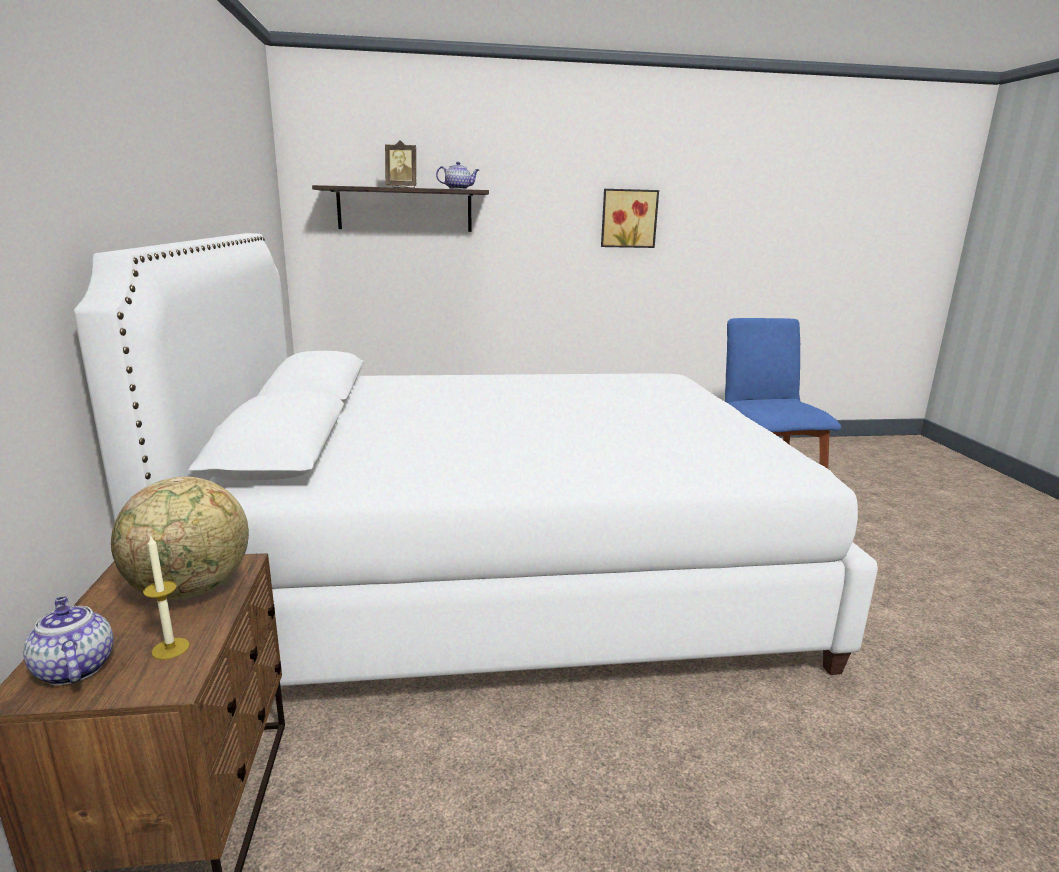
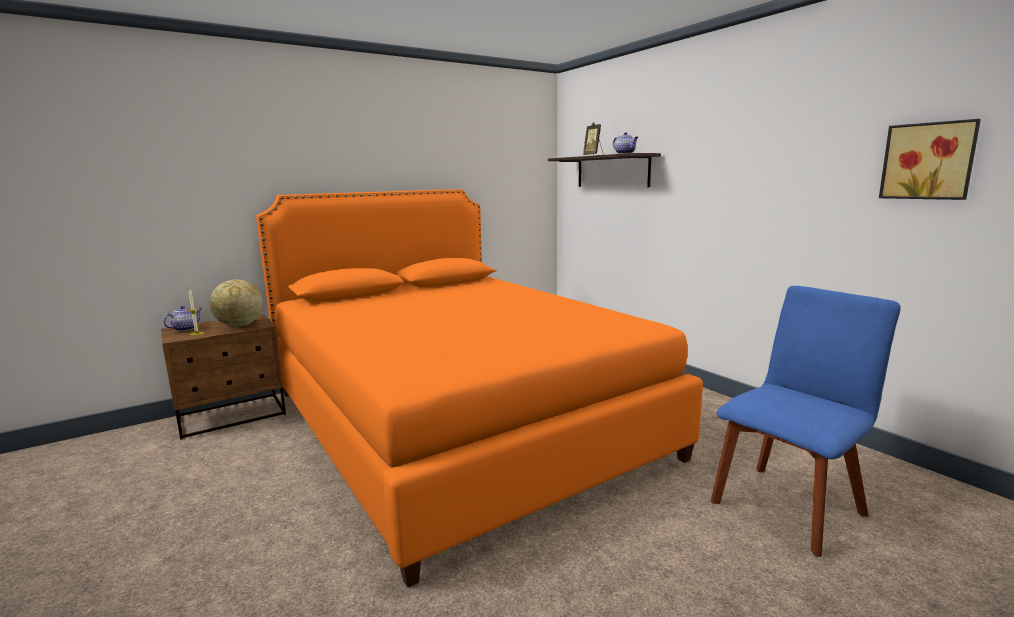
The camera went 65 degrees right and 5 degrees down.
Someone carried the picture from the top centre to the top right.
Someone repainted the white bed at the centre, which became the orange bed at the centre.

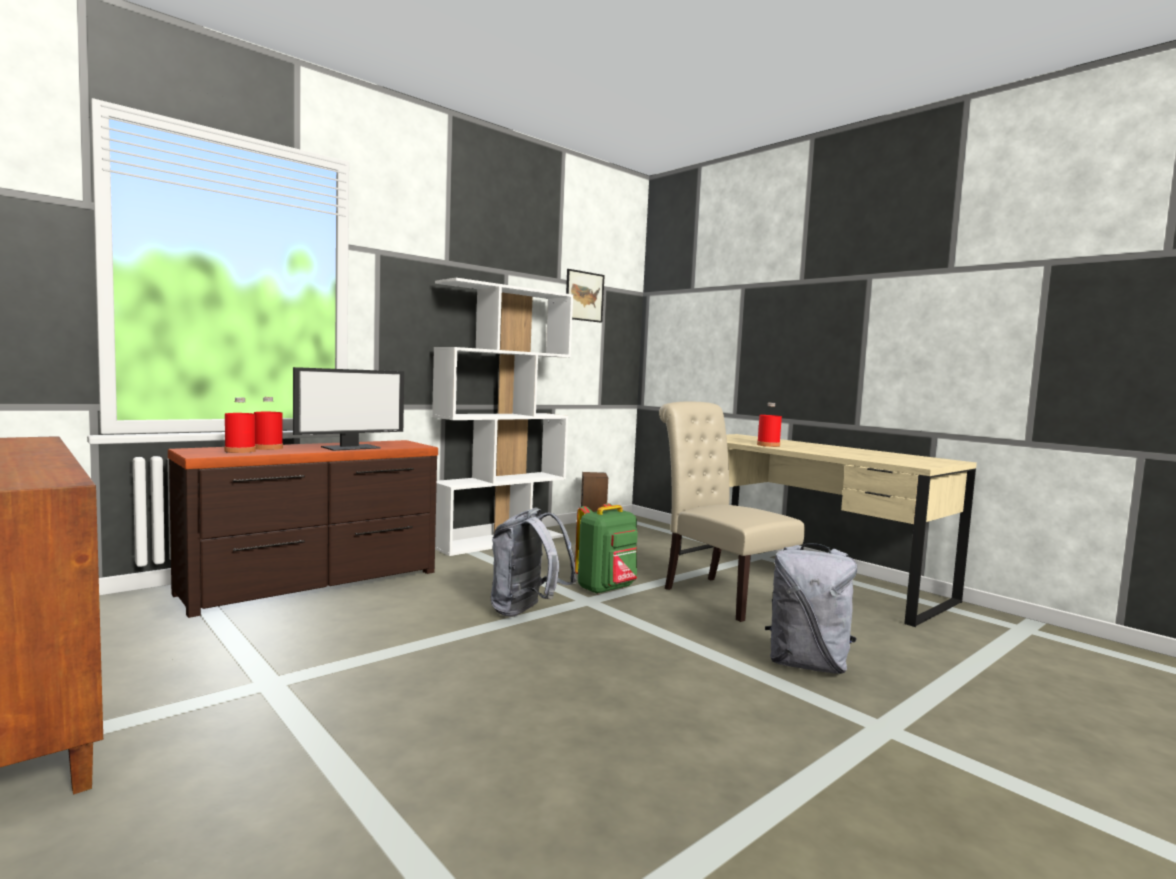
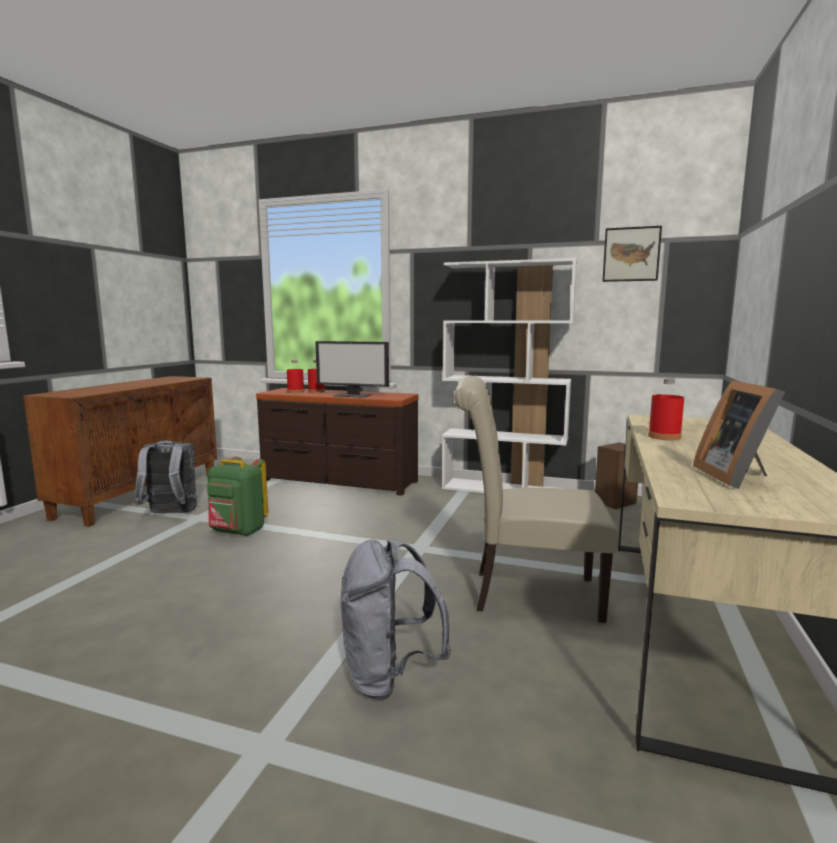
The camera went 60 degrees right and 5 degrees up.
Someone put down the picture frame at the middle right.
Someone carried the grey backpack (no. 1 from left) from the centre to the middle left.
Someone carried the green backpack from the centre to the middle left.
Someone rotated the beige chair at the centre by 105 degrees counterclockwise.

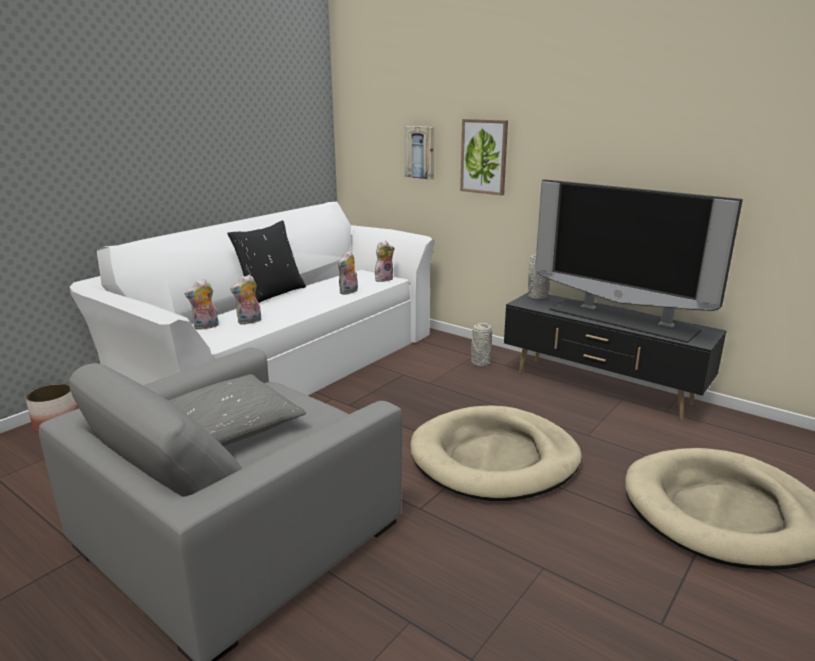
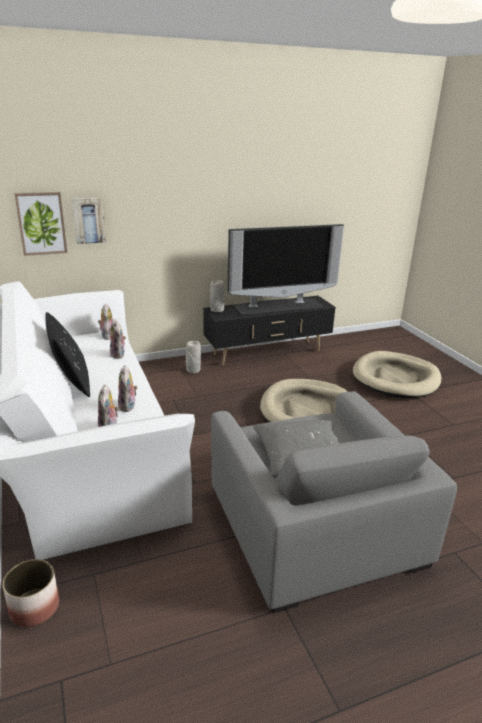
The camera went 60 degrees left and 5 degrees up.
Someone carried the picture (no. 2 from left in the first image) from the top centre to the top left.

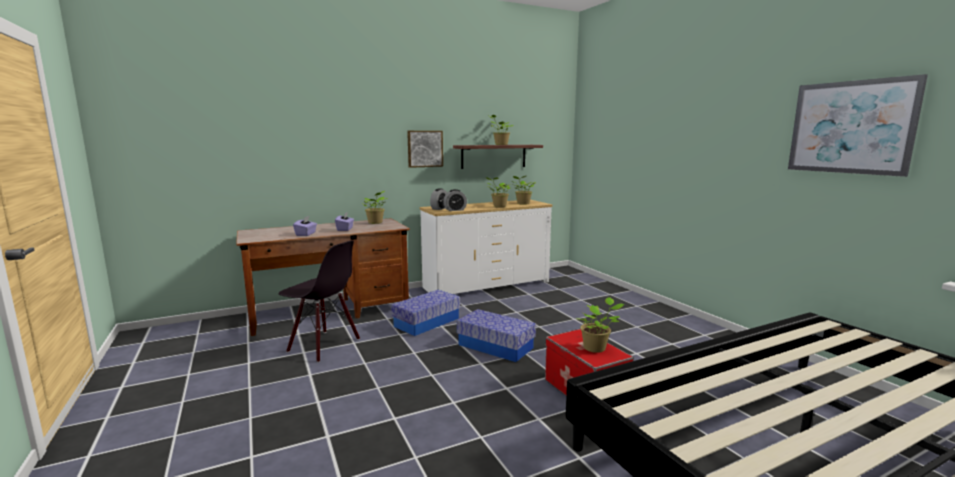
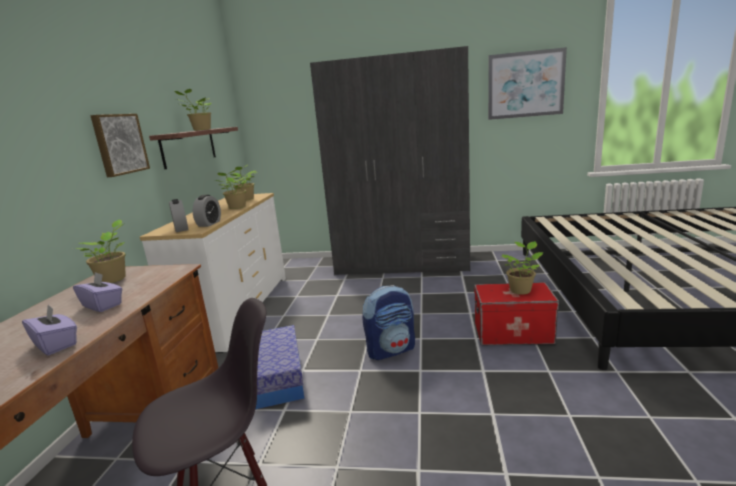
The camera went 55 degrees left and 5 degrees up.
Someone put down the grey wardrobe at the top centre.
Someone swapped the storage box (no. 2 from left) at the bottom centre for the backpack at the centre.

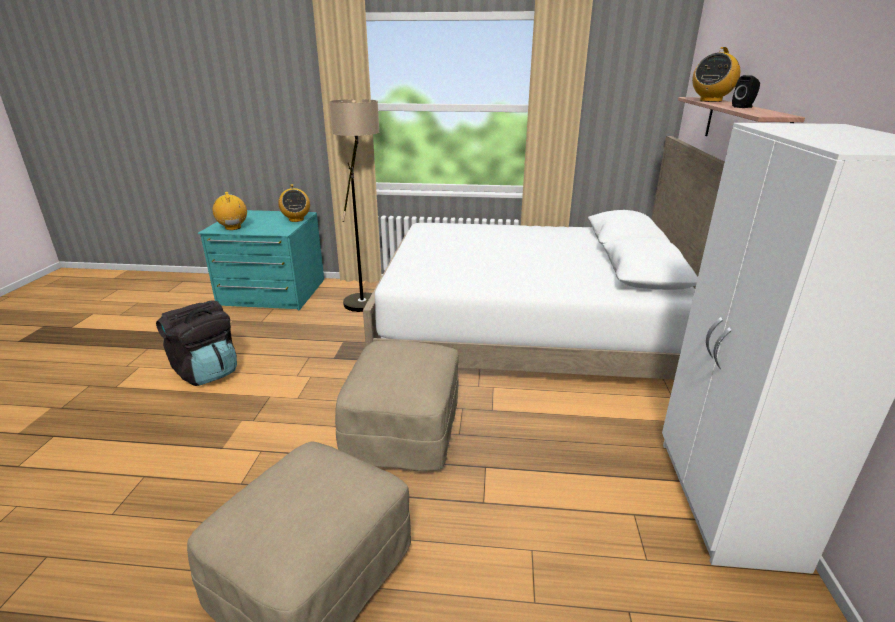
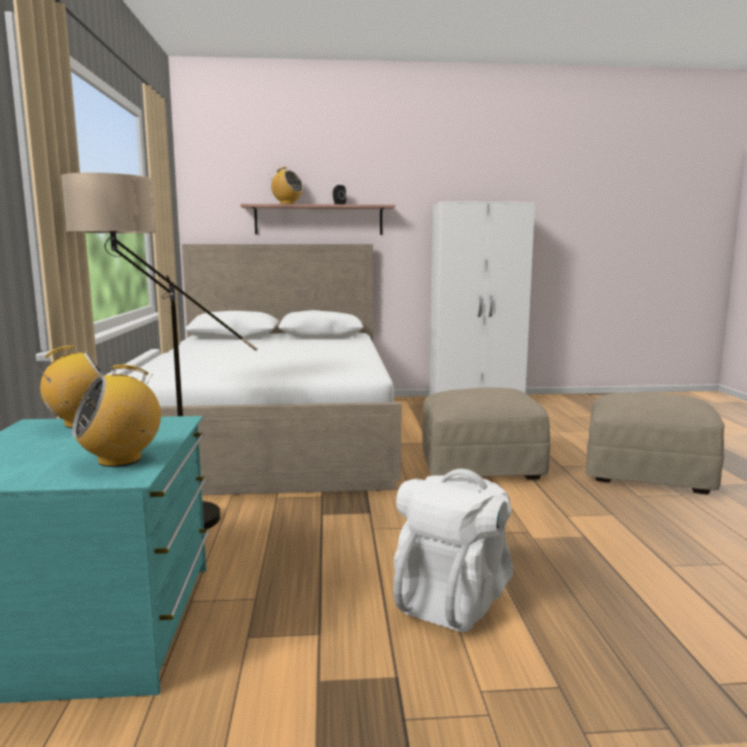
The camera went 100 degrees left and 15 degrees down.
Someone repainted the black backpack at the middle left, which became the white backpack at the bottom centre.

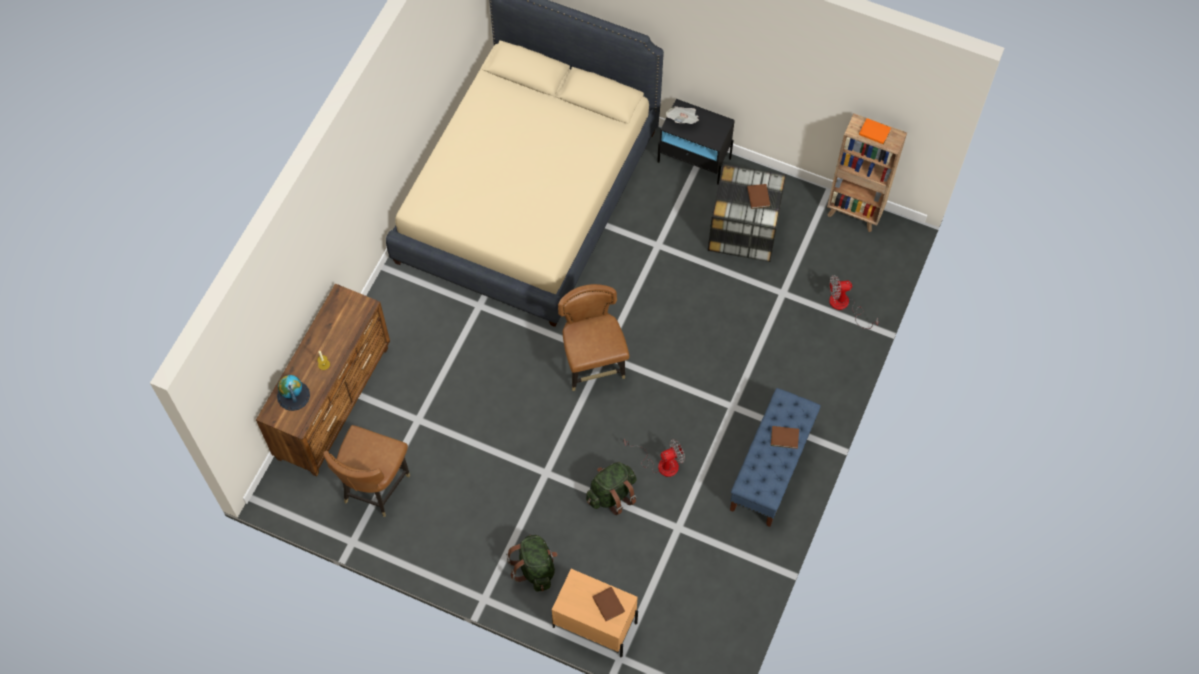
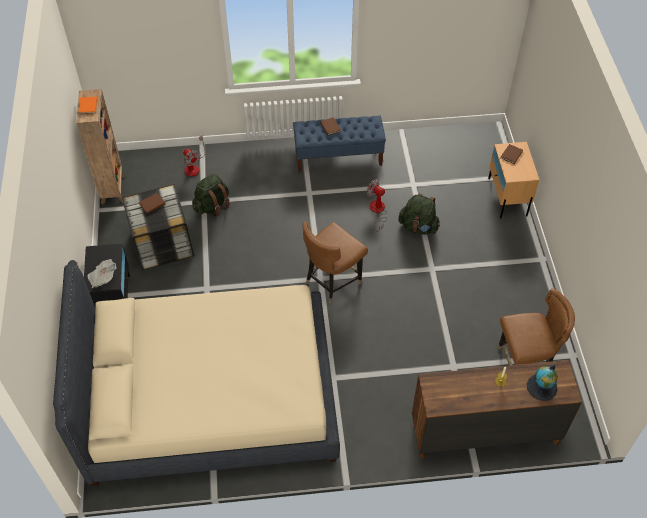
The camera went 120 degrees left and 10 degrees down.
Someone carried the green backpack (no. 1 from left) from the bottom centre to the middle left.

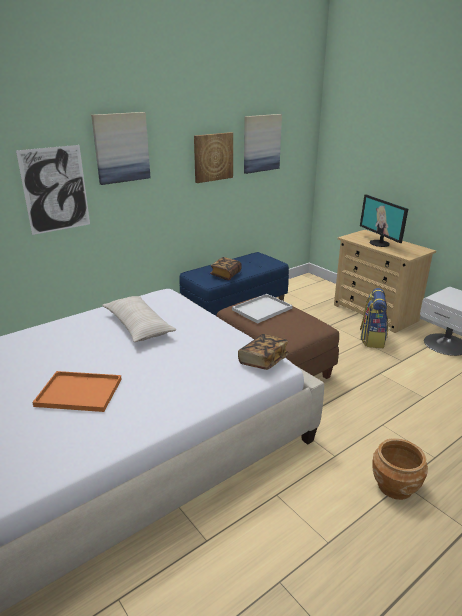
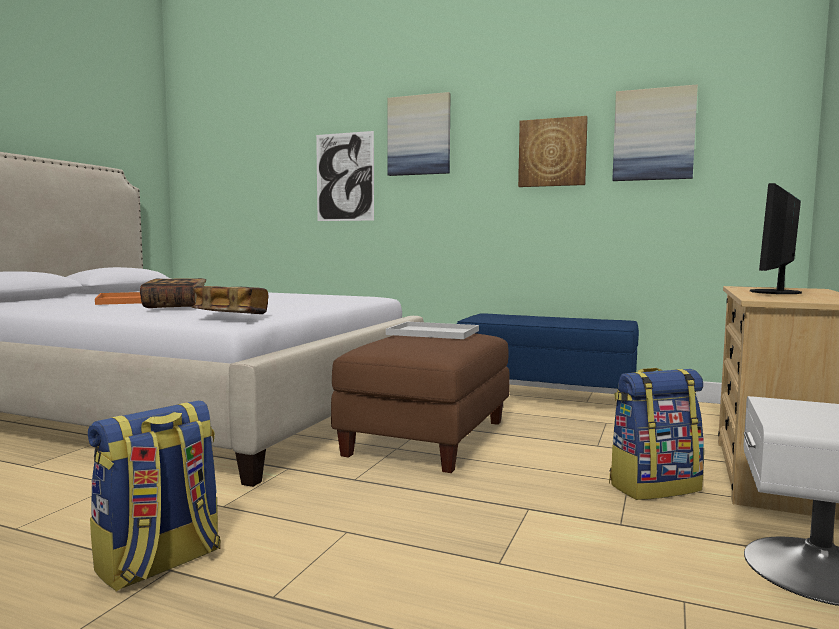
The camera went 60 degrees right and 20 degrees down.
Someone took away the beige pillow at the middle left.
Someone carried the book (no. 1 from left) from the centre to the middle left.
Someone swapped the brown planter at the bottom right for the backpack (no. 1 from left) at the bottom left.

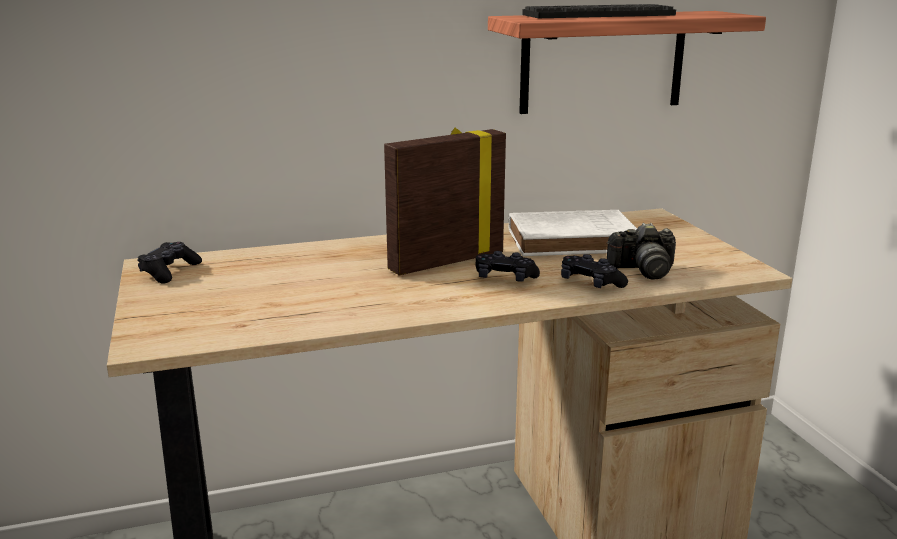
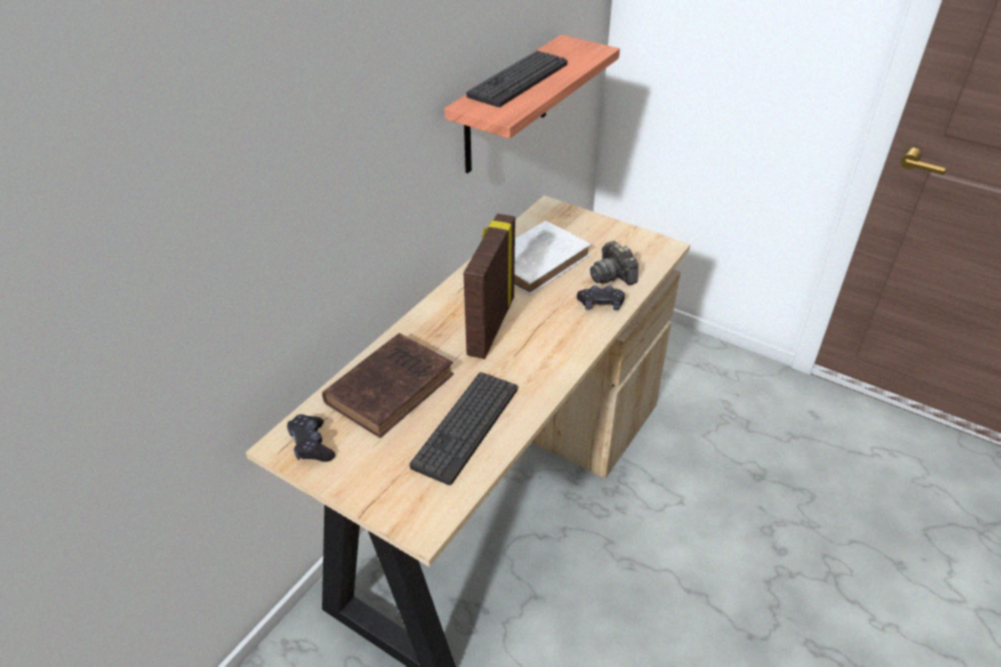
The camera went 40 degrees left and 20 degrees up.
Someone took away the black game controller (no. 2 from left) at the centre.
Someone put down the brown book at the centre.
Someone put down the keyboard (no. 1 from left) at the centre.
Someone rotated the photo camera at the middle right by 105 degrees clockwise.

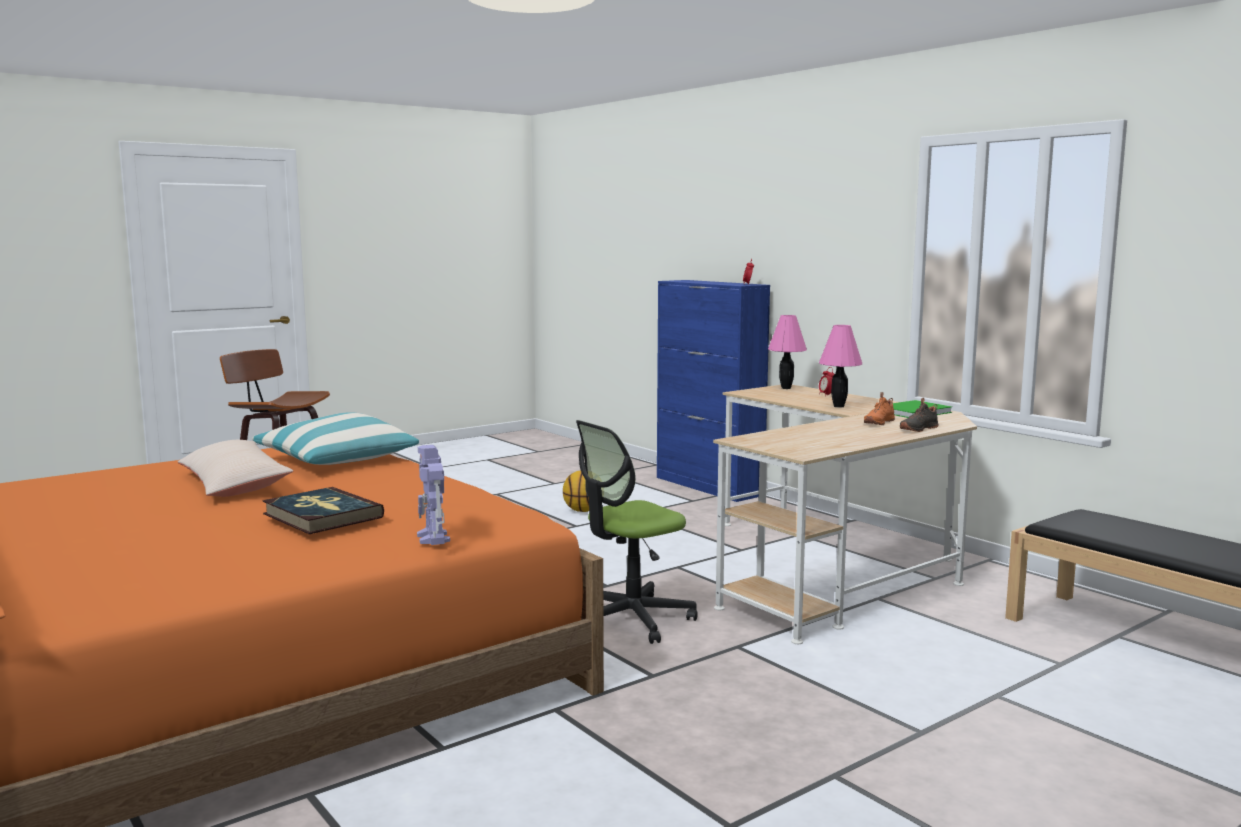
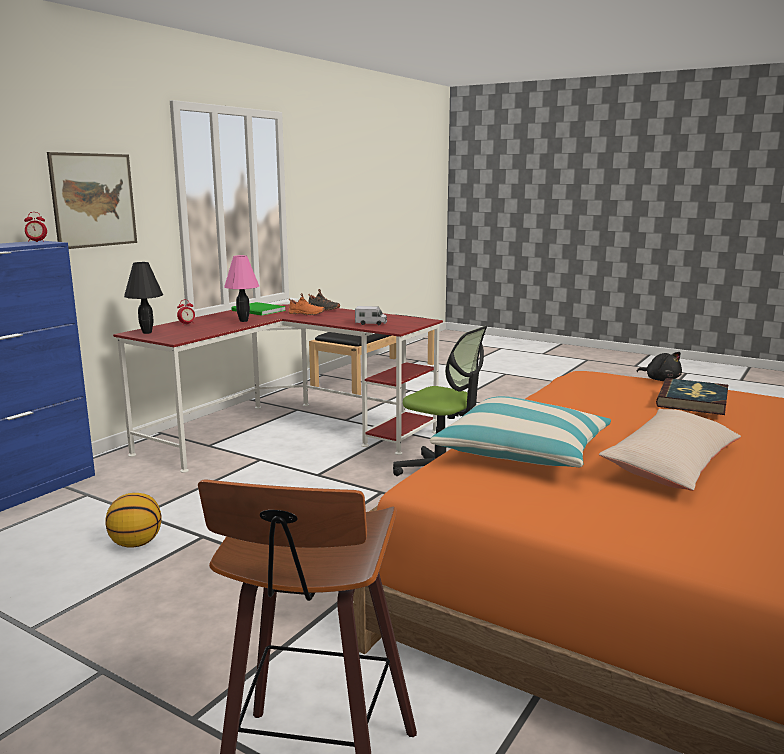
The camera went 110 degrees left and 5 degrees up.
Someone put up the picture at the top left.
Someone put down the toy truck at the centre.
Someone swapped the toy robot at the centre for the black plush toy at the middle right.
Someone repainted the beige desk at the middle right, which became the red desk at the centre.
Someone repainted the pink table lamp (no. 1 from left) at the centre, which became the black table lamp at the middle left.

